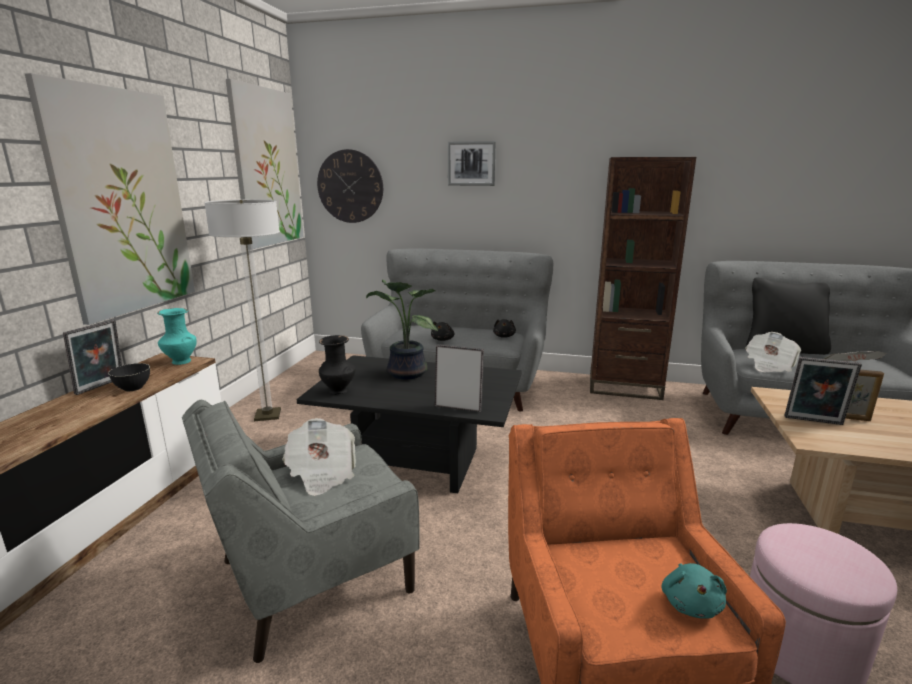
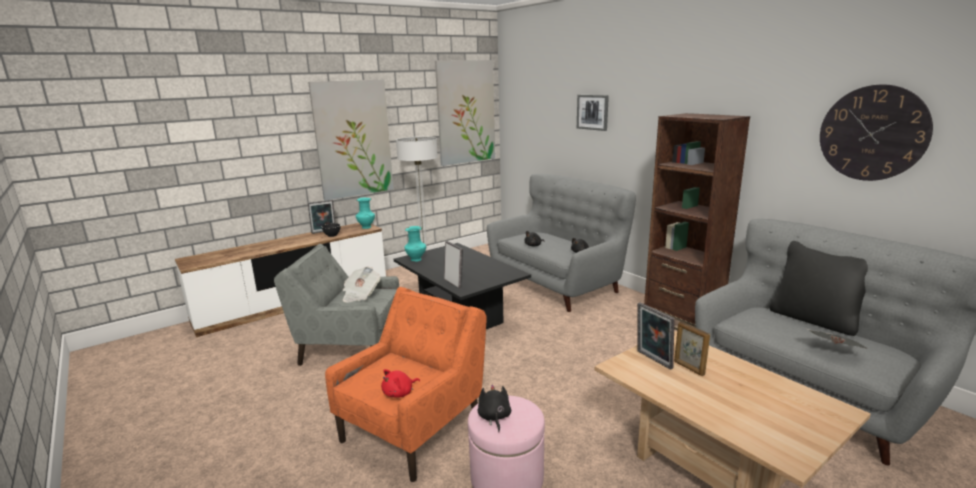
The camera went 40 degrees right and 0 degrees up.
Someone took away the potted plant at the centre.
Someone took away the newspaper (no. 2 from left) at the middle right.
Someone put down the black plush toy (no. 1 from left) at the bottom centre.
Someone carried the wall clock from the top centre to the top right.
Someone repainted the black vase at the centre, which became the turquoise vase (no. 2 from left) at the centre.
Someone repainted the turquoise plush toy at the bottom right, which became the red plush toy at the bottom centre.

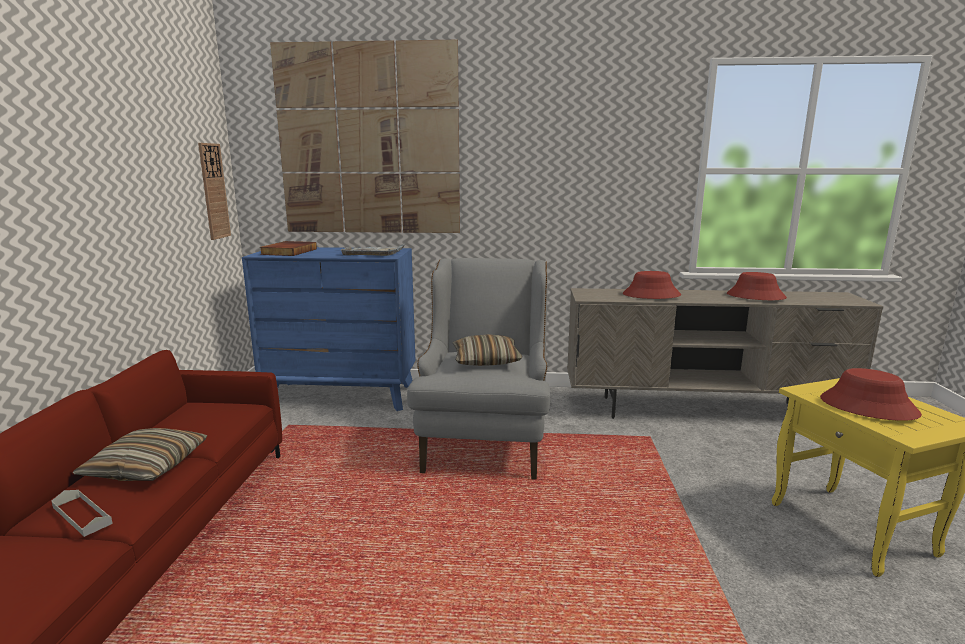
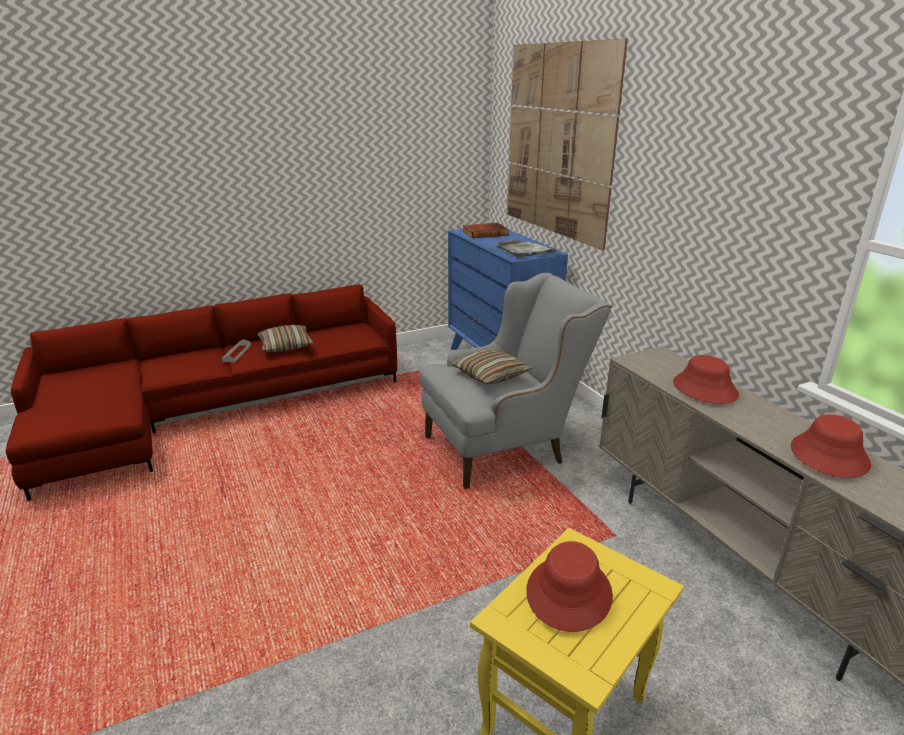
The camera went 60 degrees right and 10 degrees up.
Someone took away the wall clock at the top left.

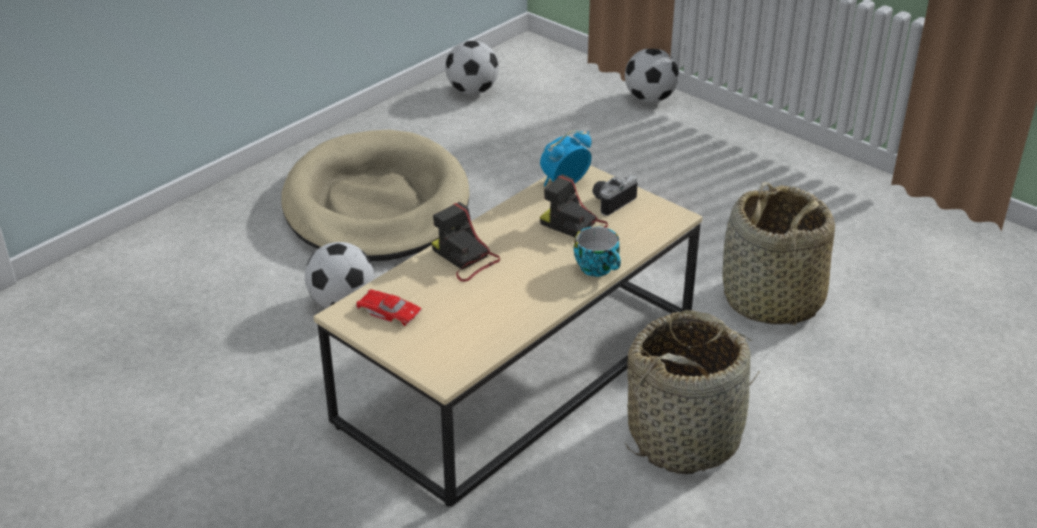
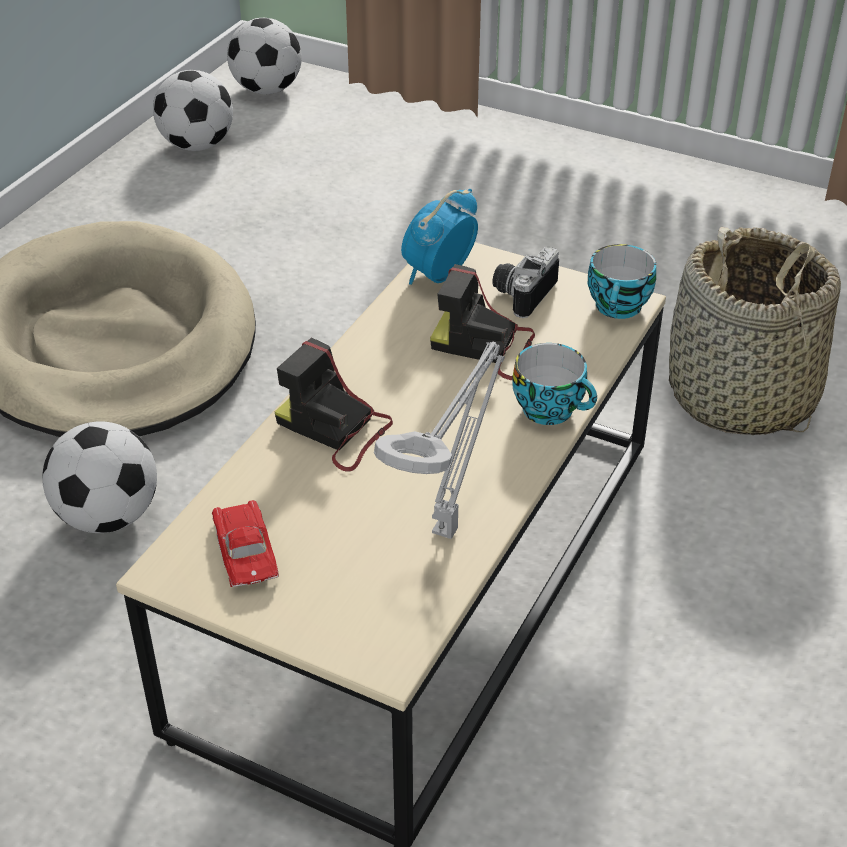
The camera went 15 degrees left and 5 degrees up.
Someone took away the basket (no. 1 from left) at the bottom right.
Someone put down the grey table lamp at the centre.
Someone put down the cup (no. 2 from left) at the top right.
Someone carried the football (no. 3 from left) from the top centre to the top left.
Someone rotated the red toy car at the centre by 60 degrees clockwise.

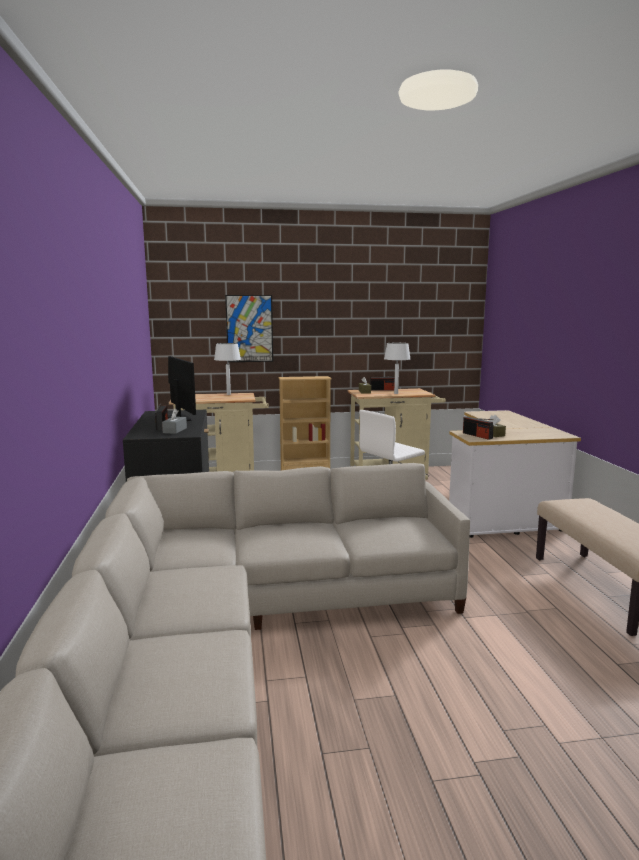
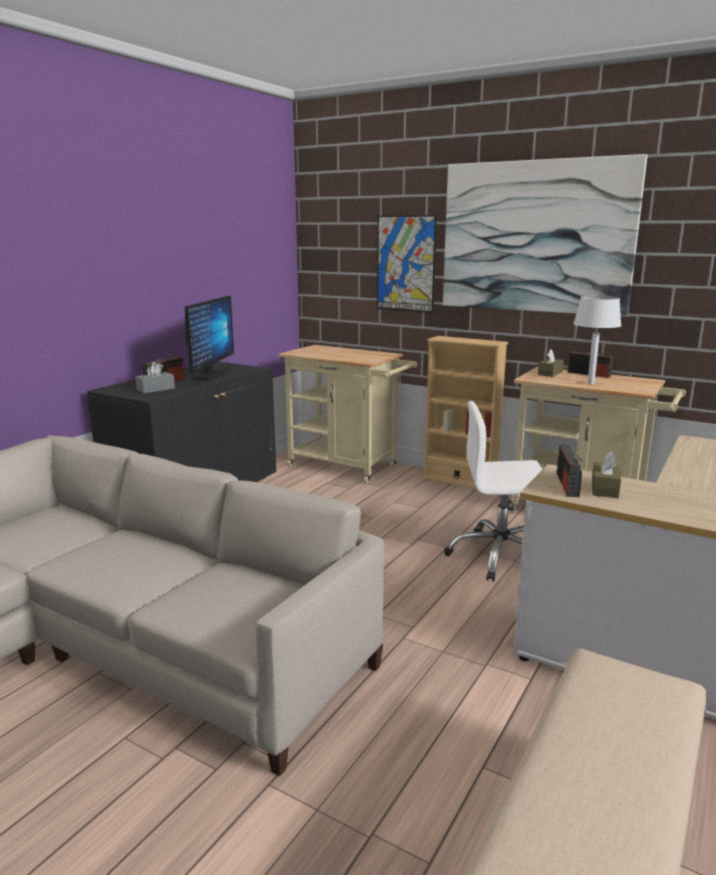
The camera went 40 degrees right and 5 degrees up.
Someone took away the white table lamp (no. 1 from left) at the centre.
Someone put up the picture (no. 2 from left) at the top right.

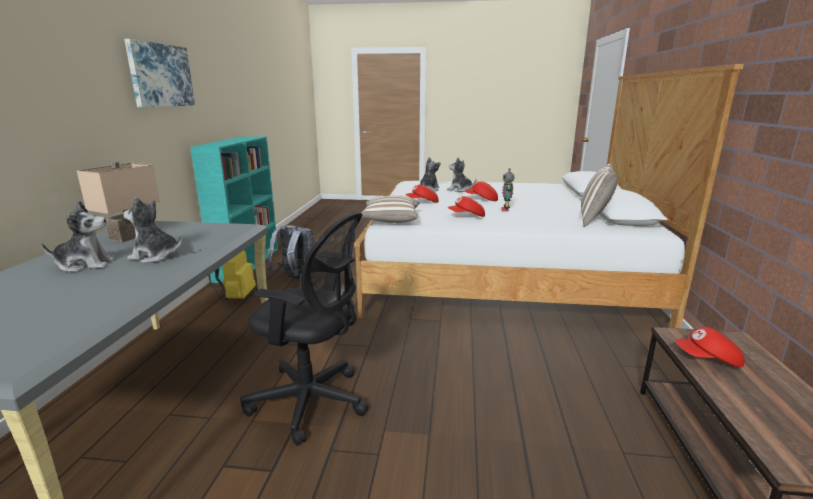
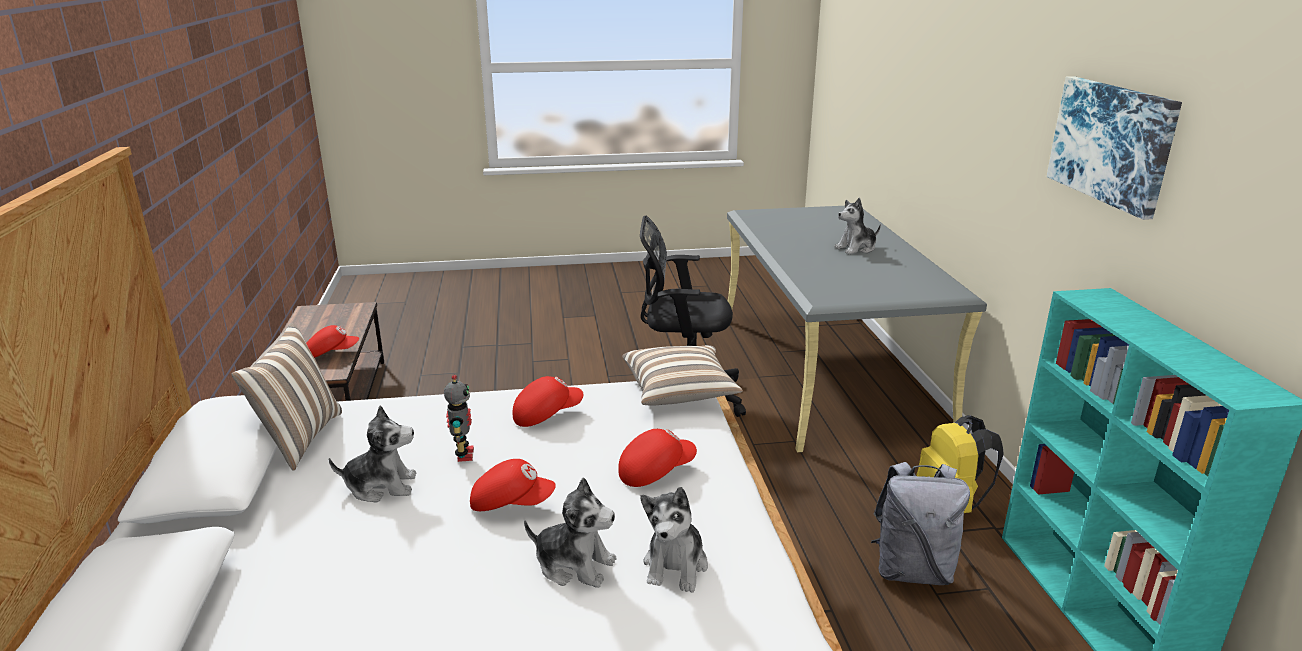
The camera went 165 degrees right and 5 degrees up.
Someone took away the beige table lamp at the middle left.
Someone carried the plush toy (no. 2 from left in the first image) from the middle left to the bottom left.

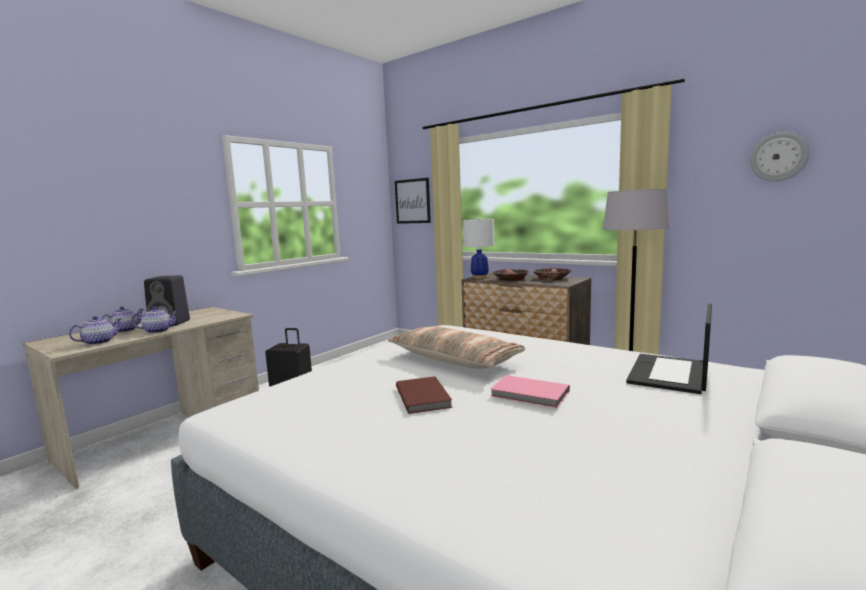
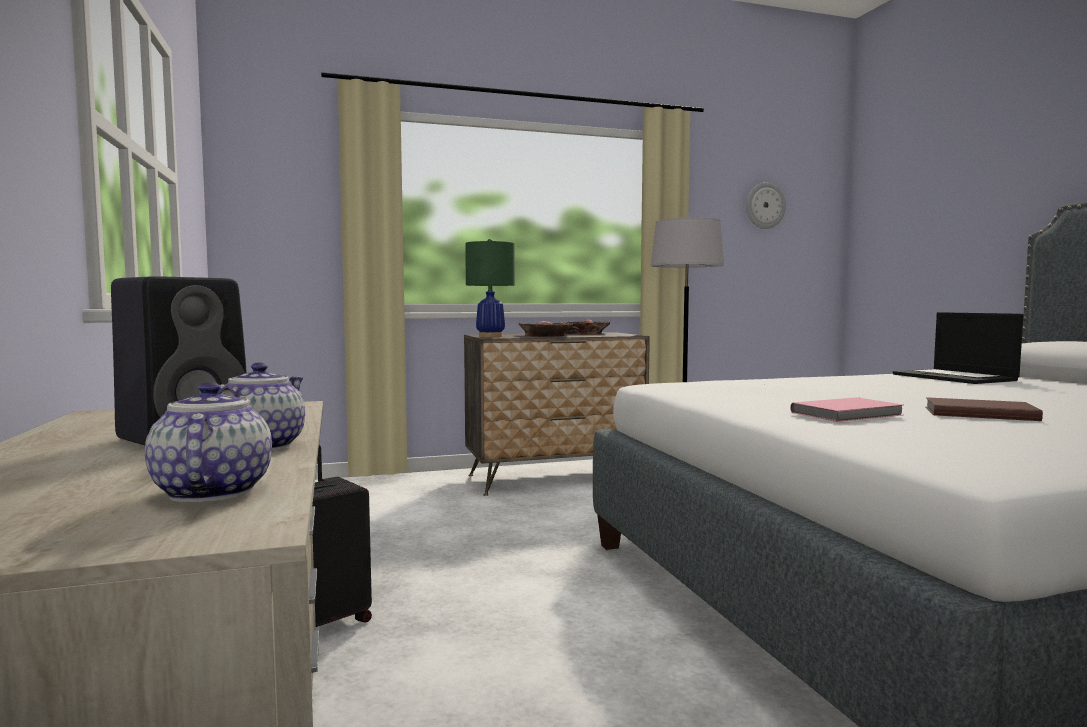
The camera went 55 degrees left and 5 degrees down.
Someone took away the teapot (no. 2 from left) at the middle left.
Someone took away the pillow at the centre.
Someone took away the picture at the centre.
Someone carried the pink book from the centre to the middle right.
Someone repainted the white table lamp at the centre, which became the green table lamp at the centre.

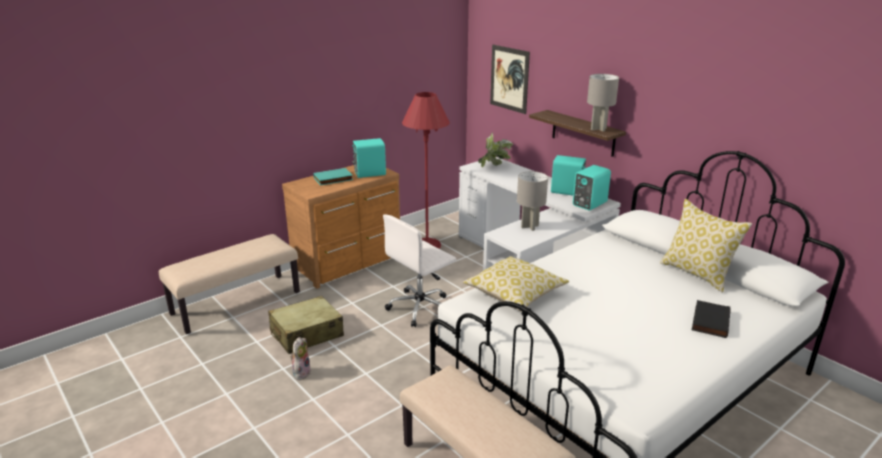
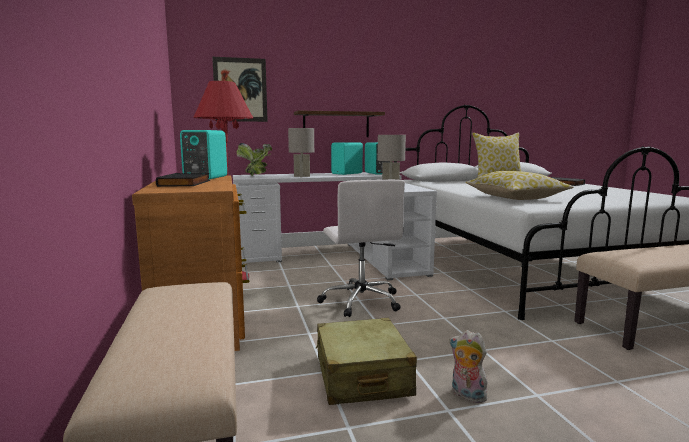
The camera went 65 degrees left and 15 degrees down.
Someone carried the grey table lamp (no. 2 from left in the first image) from the top right to the centre.
Someone repainted the turquoise book at the centre, which became the black book (no. 1 from left) at the middle left.

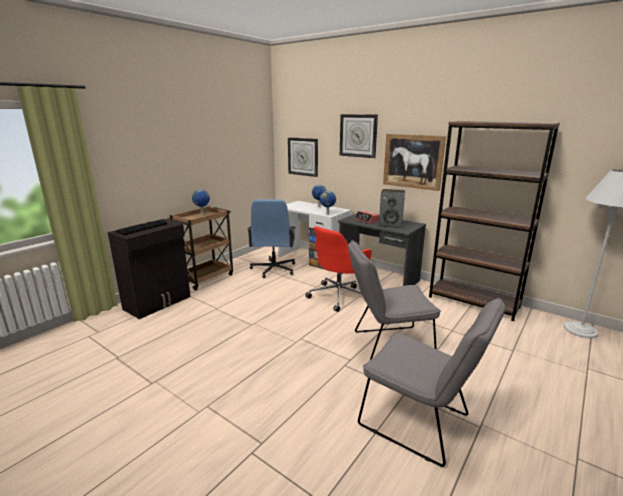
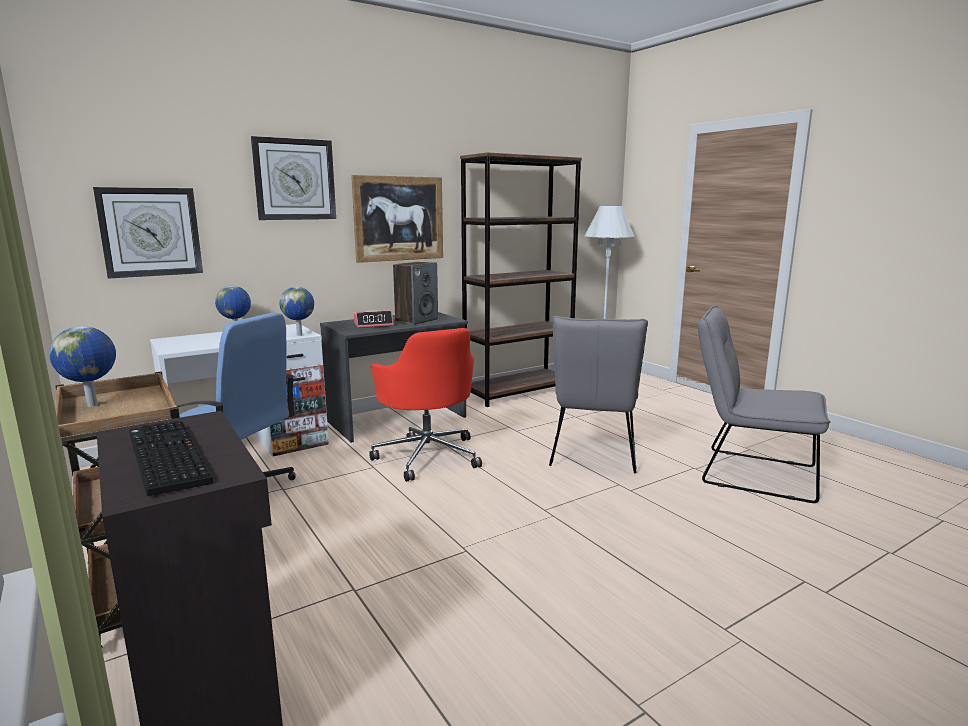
The camera went 70 degrees left and 5 degrees down.
Someone rotated the grey chair (no. 2 from left) at the bottom right by 120 degrees counterclockwise.

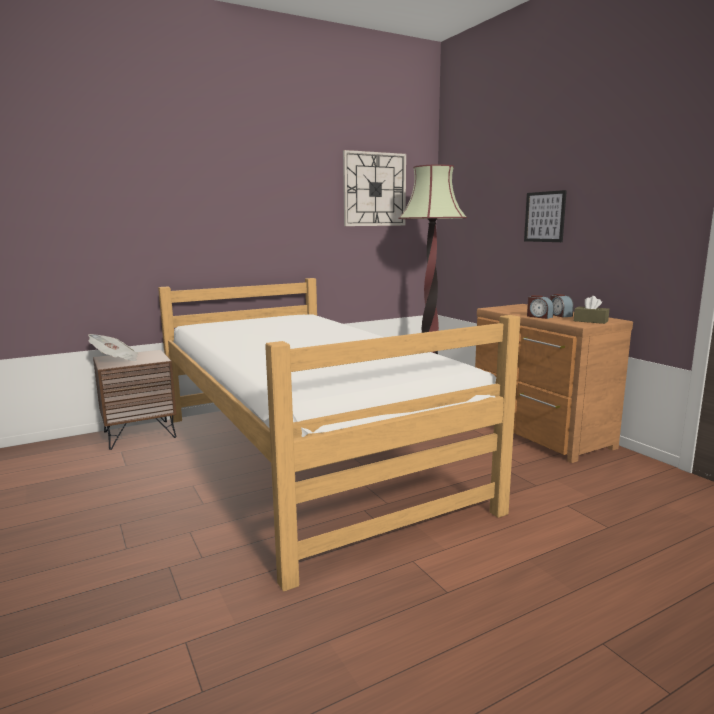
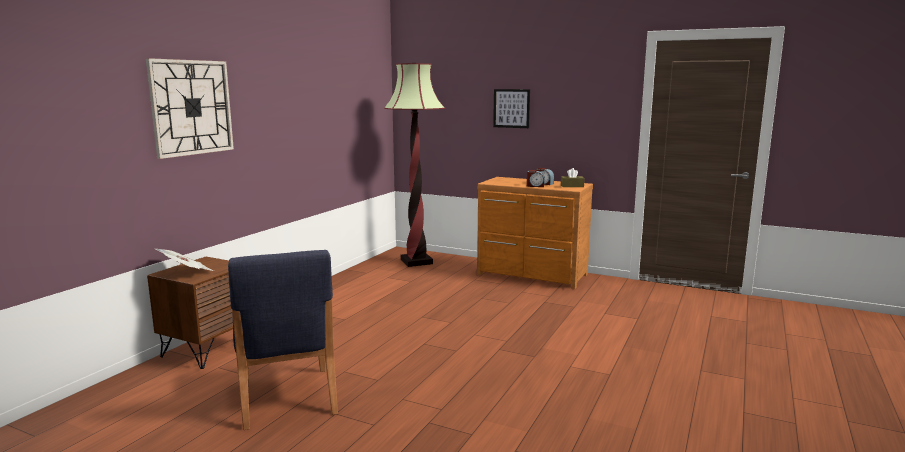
The camera went 35 degrees left and 0 degrees up.
Someone took away the bed at the centre.
Someone put down the blue chair at the bottom left.
Someone carried the wall clock from the top centre to the top left.

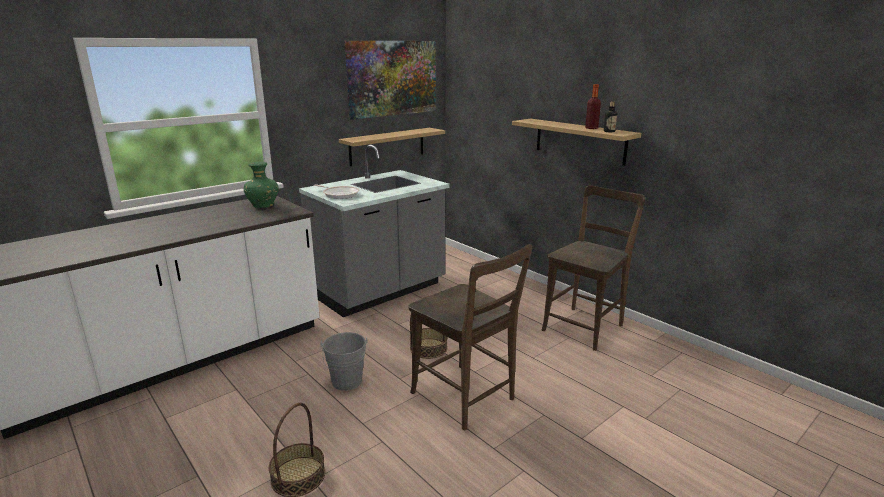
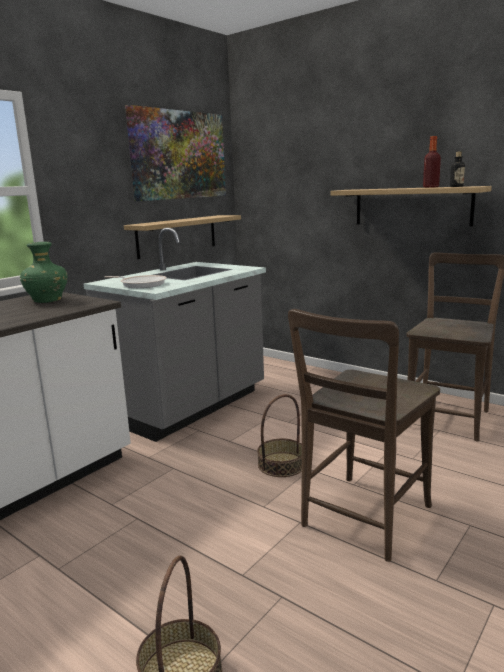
The camera went 10 degrees left and 5 degrees down.
Someone took away the grey bucket at the bottom centre.
Someone rotated the brown chair (no. 1 from left) at the bottom centre by 90 degrees clockwise.

